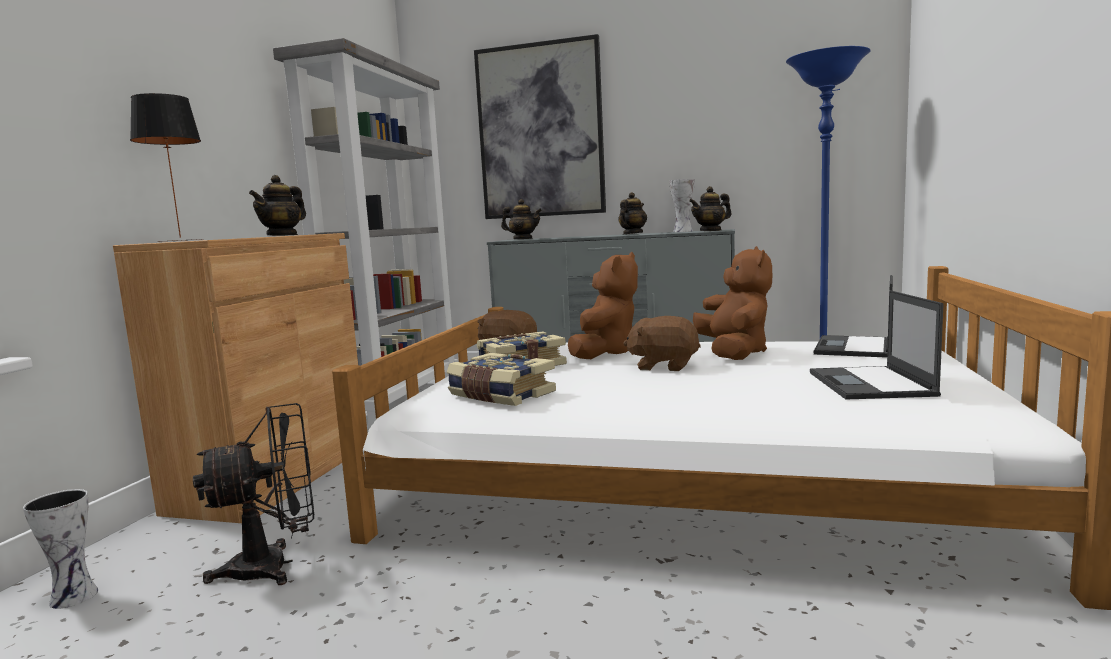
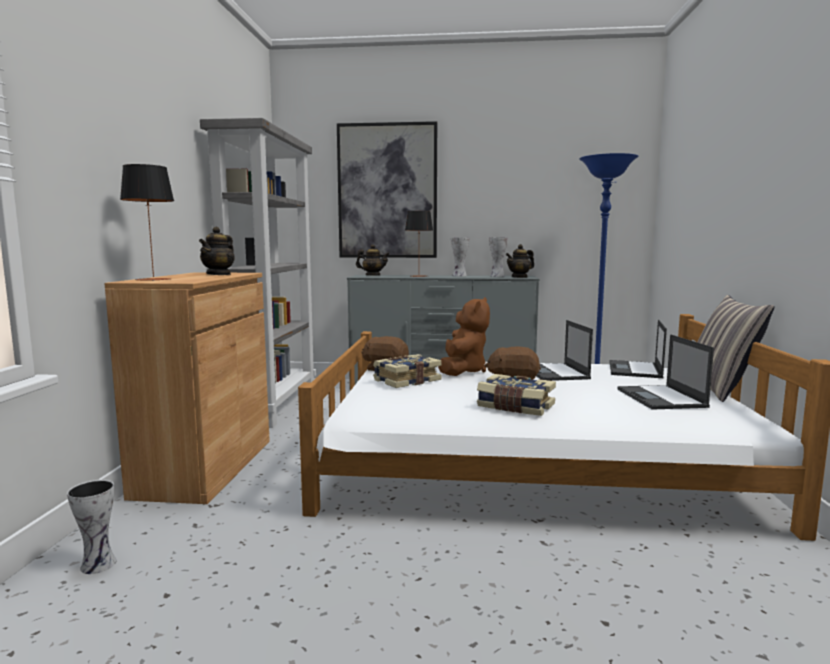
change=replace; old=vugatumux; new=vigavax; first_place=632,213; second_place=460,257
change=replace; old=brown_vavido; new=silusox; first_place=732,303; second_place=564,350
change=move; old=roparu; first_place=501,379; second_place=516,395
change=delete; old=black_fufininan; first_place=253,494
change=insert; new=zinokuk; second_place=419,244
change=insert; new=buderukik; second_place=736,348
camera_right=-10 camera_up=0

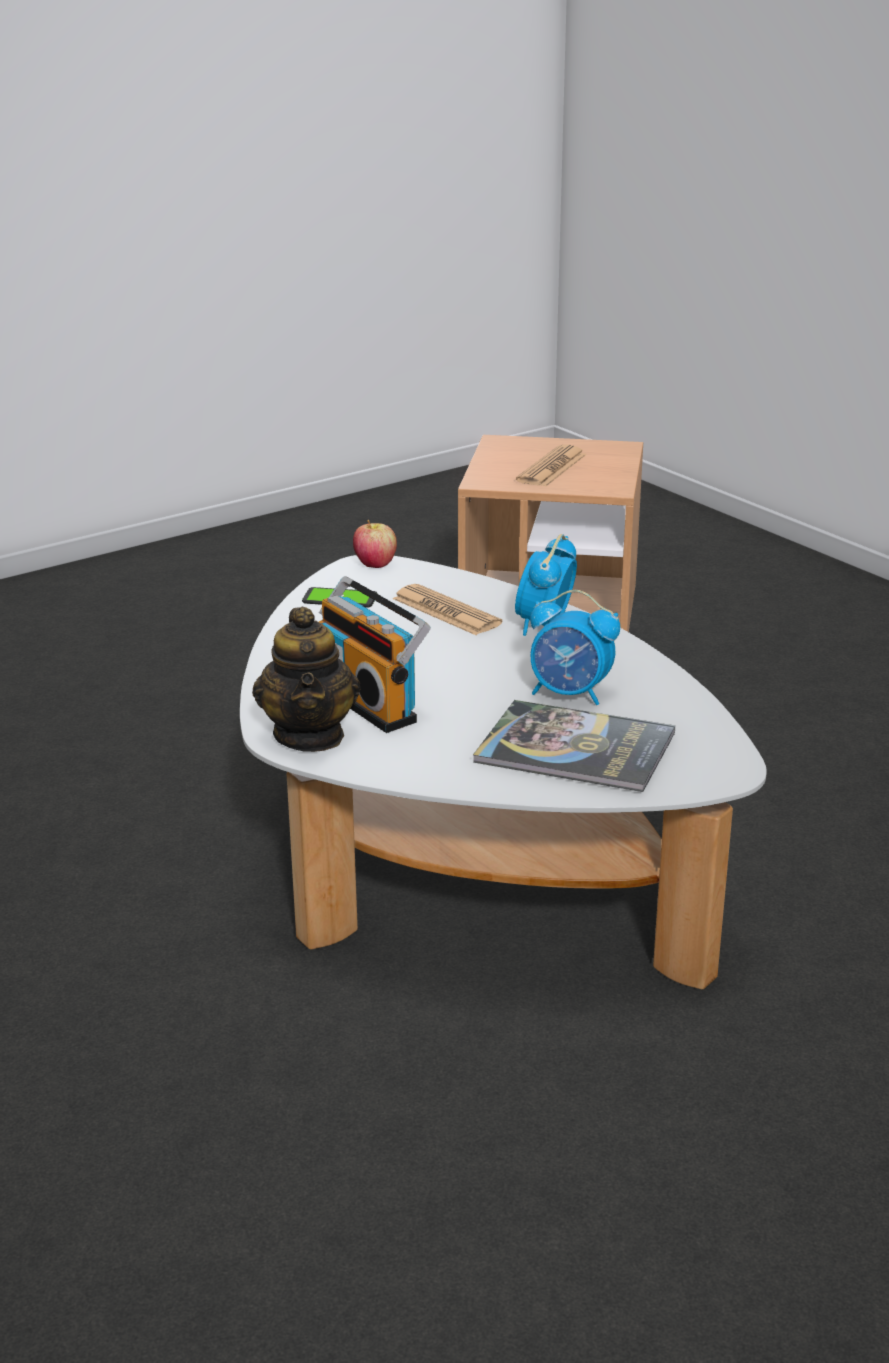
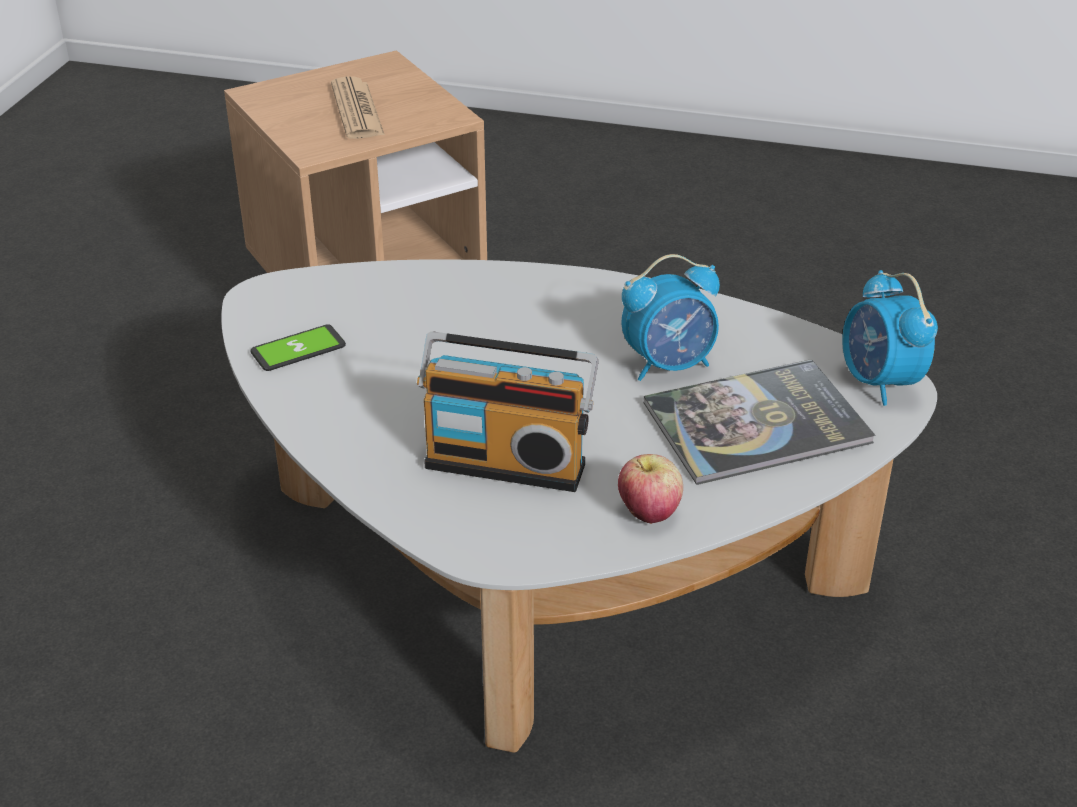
change=move; old=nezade; first_place=375,544; second_place=650,489
change=move; old=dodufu; first_place=546,585; second_place=890,338
change=delete; old=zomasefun; first_place=447,609
change=delete; old=vugatumux; first_place=306,679
camera_right=-40 camera_up=10

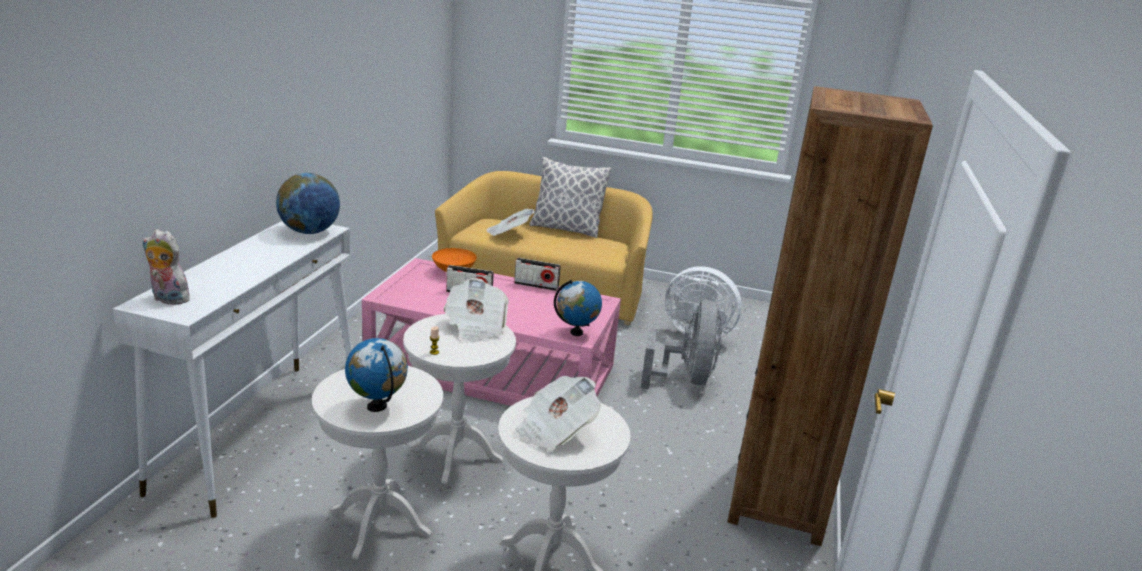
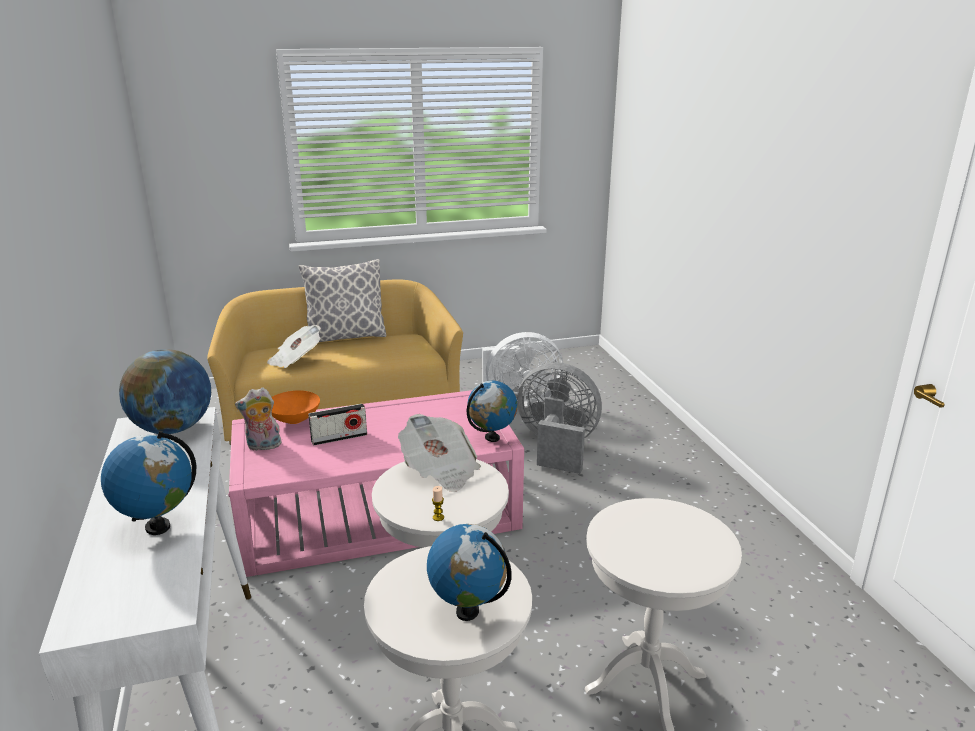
change=delete; old=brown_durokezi; first_place=830,316
change=move; old=vavido; first_place=166,267; second_place=259,419
change=delete; old=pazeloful; first_place=537,274
change=rotate; old=grey_fufininan; first_place=681,344; second_place=559,418; degrees=-45
change=delete; old=zomasefun; first_place=557,413
change=insert; new=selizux; second_place=148,483
camera_right=-30 camera_up=0

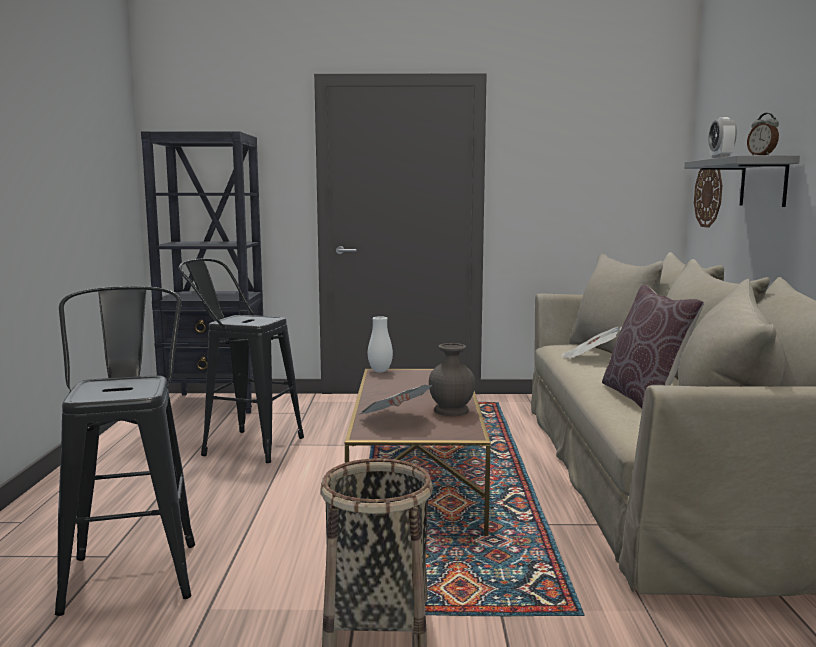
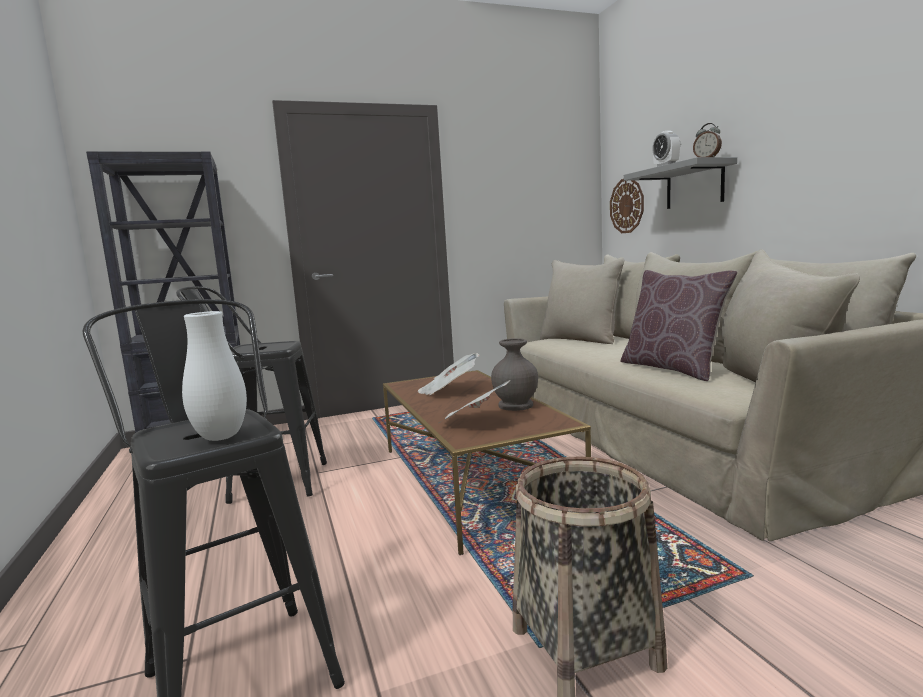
change=move; old=white_vigavax; first_place=380,344; second_place=214,376
change=move; old=zomasefun; first_place=591,343; second_place=449,374
camera_right=-20 camera_up=0

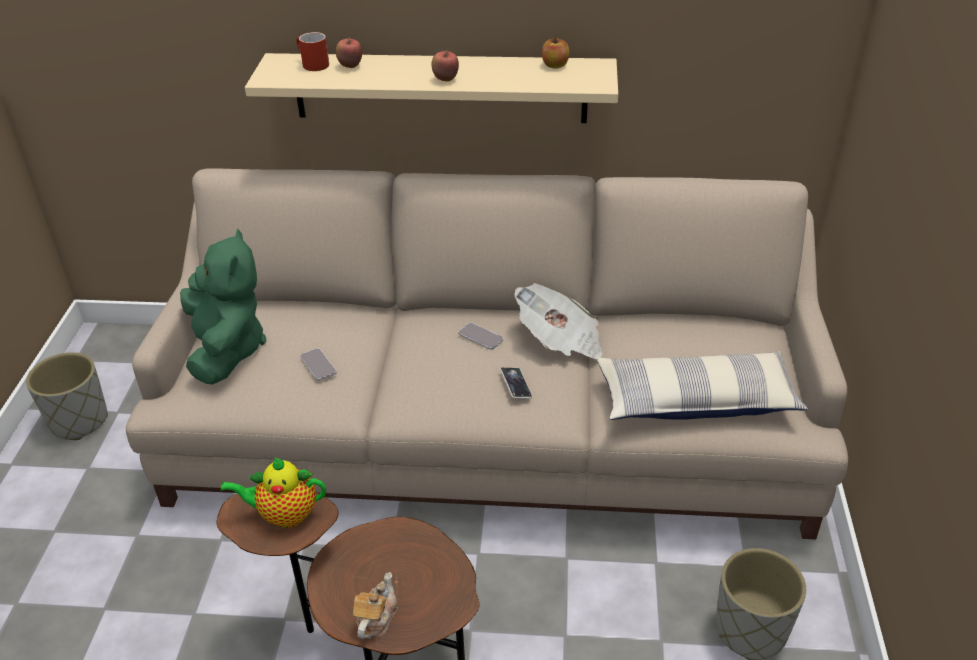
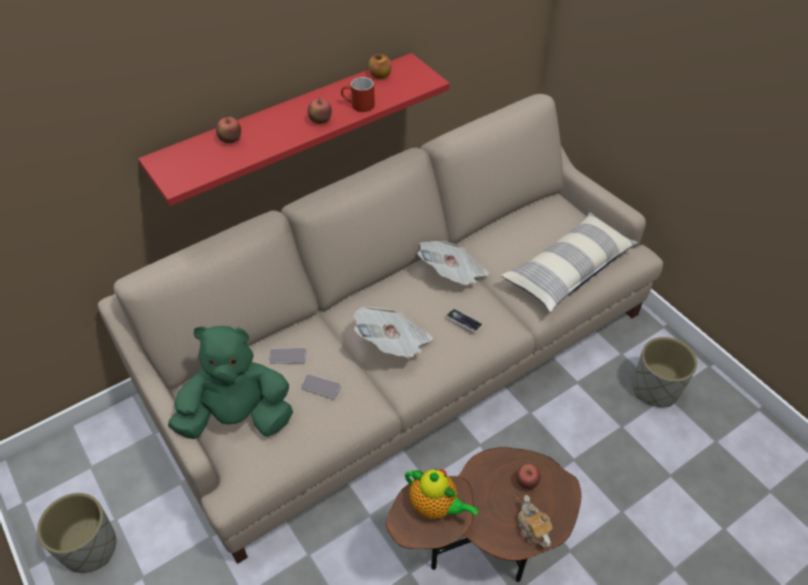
change=move; old=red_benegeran; first_place=312,51; second_place=358,94
change=recolor; old=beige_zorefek; new=red_zorefek; first_place=431,88; second_place=294,129
change=rotate; old=green_vavido; first_place=223,306; second_place=230,382; degrees=-45
change=move; old=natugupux; first_place=481,336; second_place=287,356
change=rotate; old=vugatumux; first_place=273,492; second_place=442,494; degrees=-105
change=insert; new=zomasefun; second_place=393,332
change=insert; new=nezade; second_place=528,476
camera_right=-40 camera_up=10

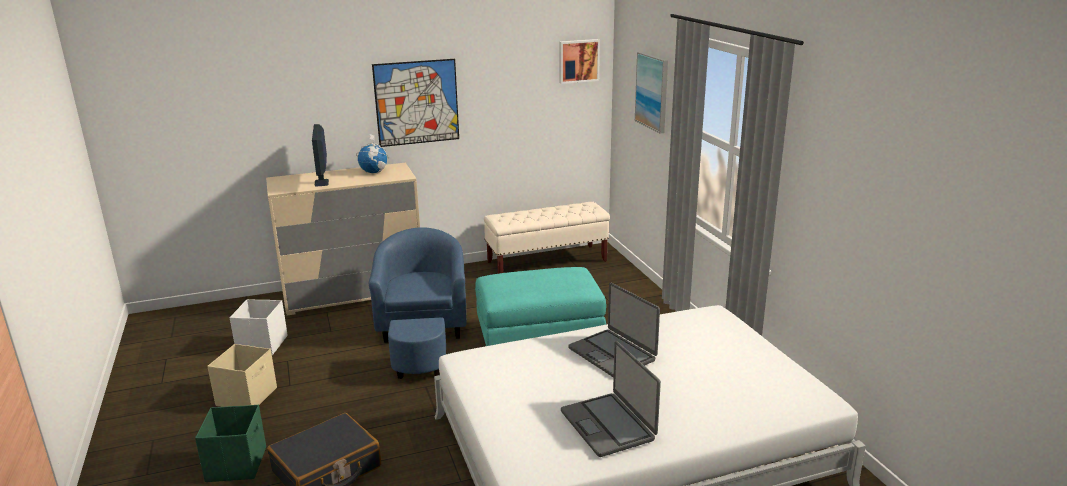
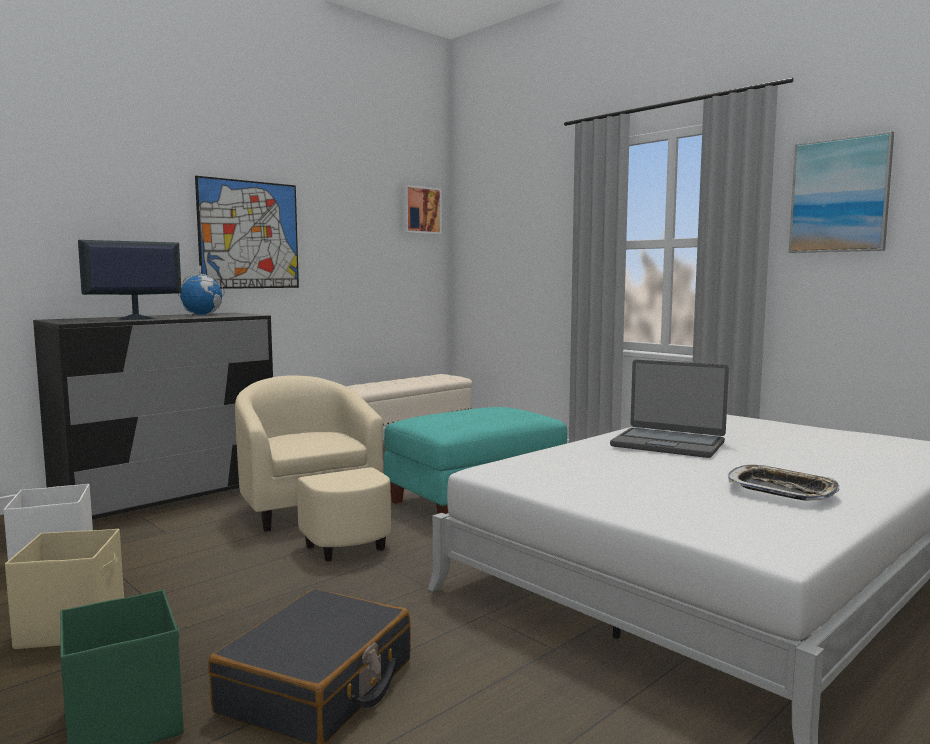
change=move; old=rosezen; first_place=651,92; second_place=841,192
change=rotate; old=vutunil; first_place=320,155; second_place=130,280; degrees=90
change=recolor; old=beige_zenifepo; new=black_zenifepo; first_place=343,239; second_place=153,416
change=recolor; old=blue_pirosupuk; new=beige_pirosupuk; first_place=417,303; second_place=313,468
change=replace; old=silusox; new=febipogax; first_place=611,399; second_place=784,483
camera_right=-25 camera_up=-15

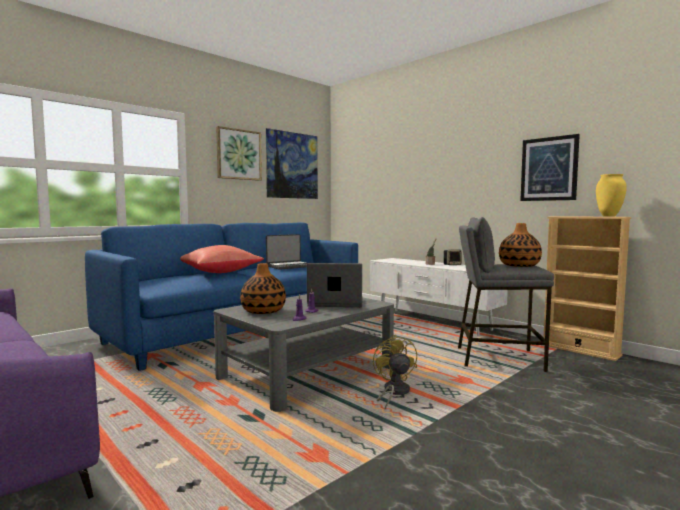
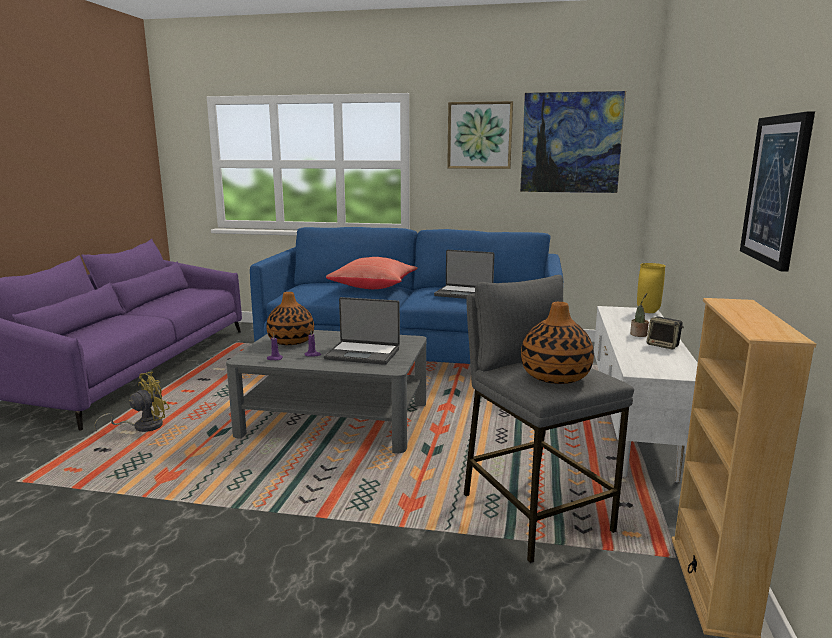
change=move; old=yellow_vigavax; first_place=611,195; second_place=651,288
change=rotate; old=silusox; first_place=335,285; second_place=362,331; degrees=135
change=move; old=yellow_fufininan; first_place=395,371; second_place=132,402
camera_right=55 camera_up=10

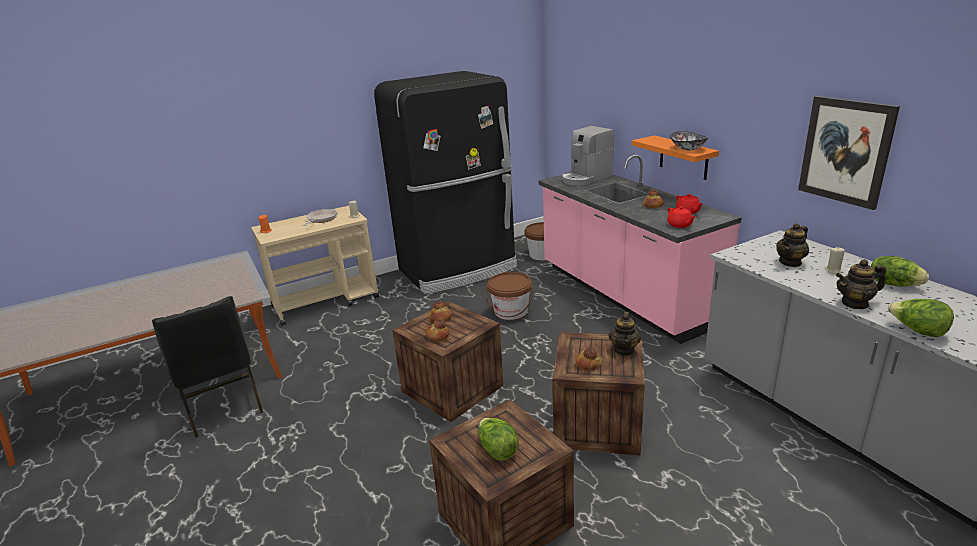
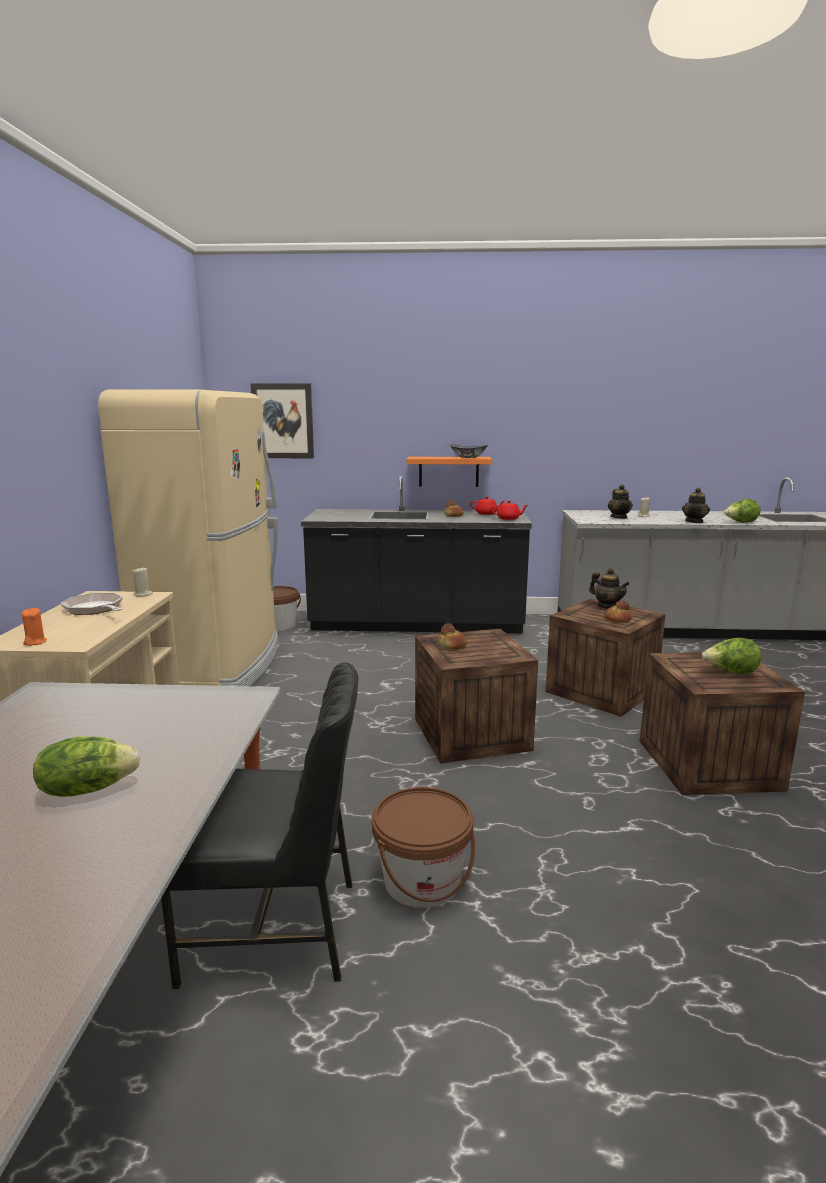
change=recolor; old=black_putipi; new=beige_putipi; first_place=445,182; second_place=188,537
change=move; old=rosezen; first_place=849,153; second_place=282,420
change=delete; old=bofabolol; first_place=588,156
change=recolor; old=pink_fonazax; new=black_fonazax; first_place=640,249; second_place=416,554
change=move; old=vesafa; first_place=900,271; second_place=86,767
change=move; old=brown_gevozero; first_place=508,296; second_place=423,847
change=delete; old=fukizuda; first_place=437,330
camera_right=-60 camera_up=-10

